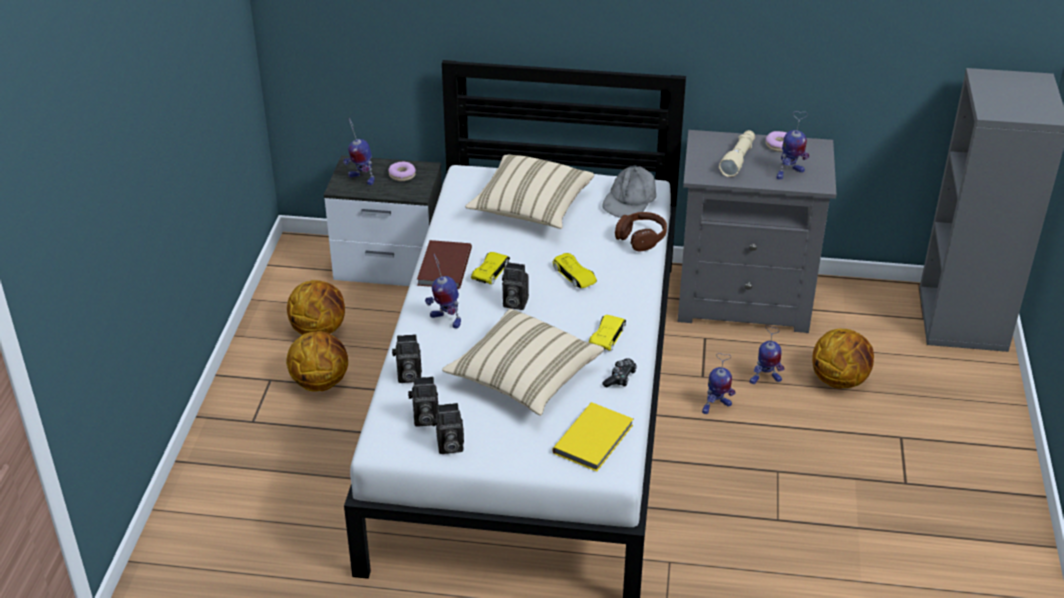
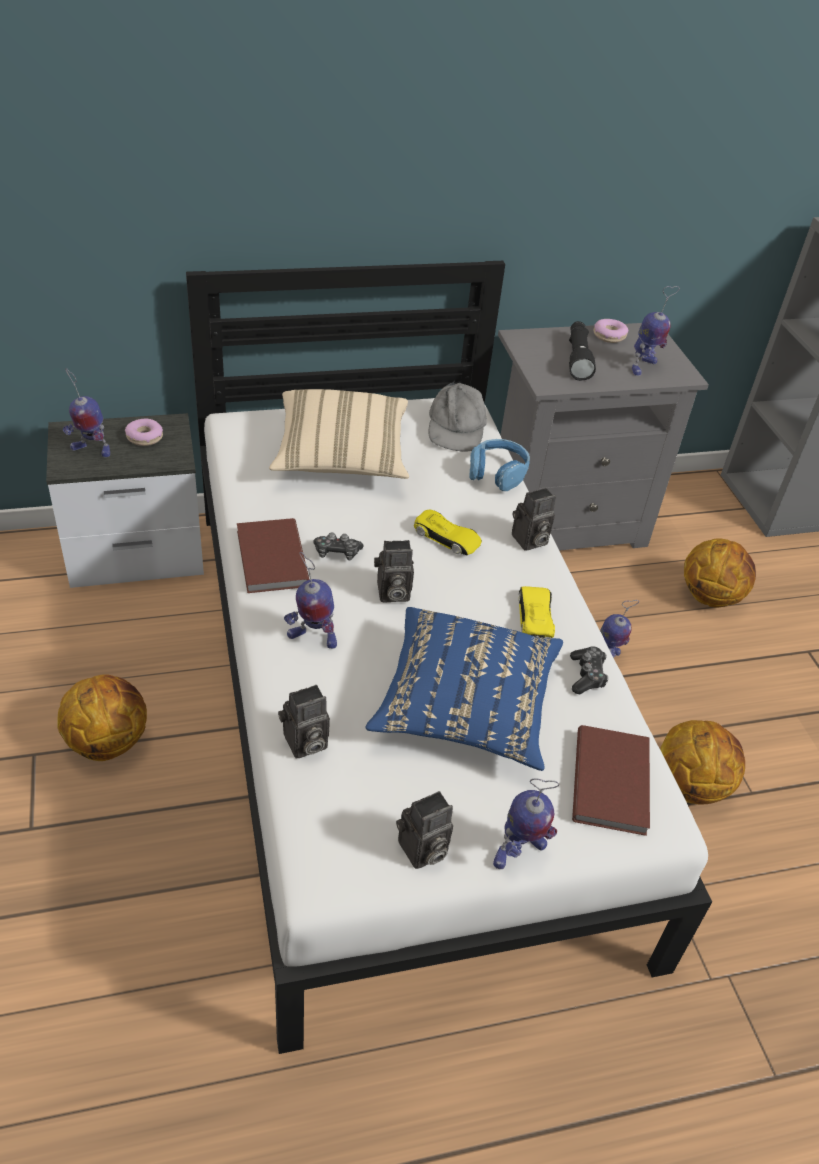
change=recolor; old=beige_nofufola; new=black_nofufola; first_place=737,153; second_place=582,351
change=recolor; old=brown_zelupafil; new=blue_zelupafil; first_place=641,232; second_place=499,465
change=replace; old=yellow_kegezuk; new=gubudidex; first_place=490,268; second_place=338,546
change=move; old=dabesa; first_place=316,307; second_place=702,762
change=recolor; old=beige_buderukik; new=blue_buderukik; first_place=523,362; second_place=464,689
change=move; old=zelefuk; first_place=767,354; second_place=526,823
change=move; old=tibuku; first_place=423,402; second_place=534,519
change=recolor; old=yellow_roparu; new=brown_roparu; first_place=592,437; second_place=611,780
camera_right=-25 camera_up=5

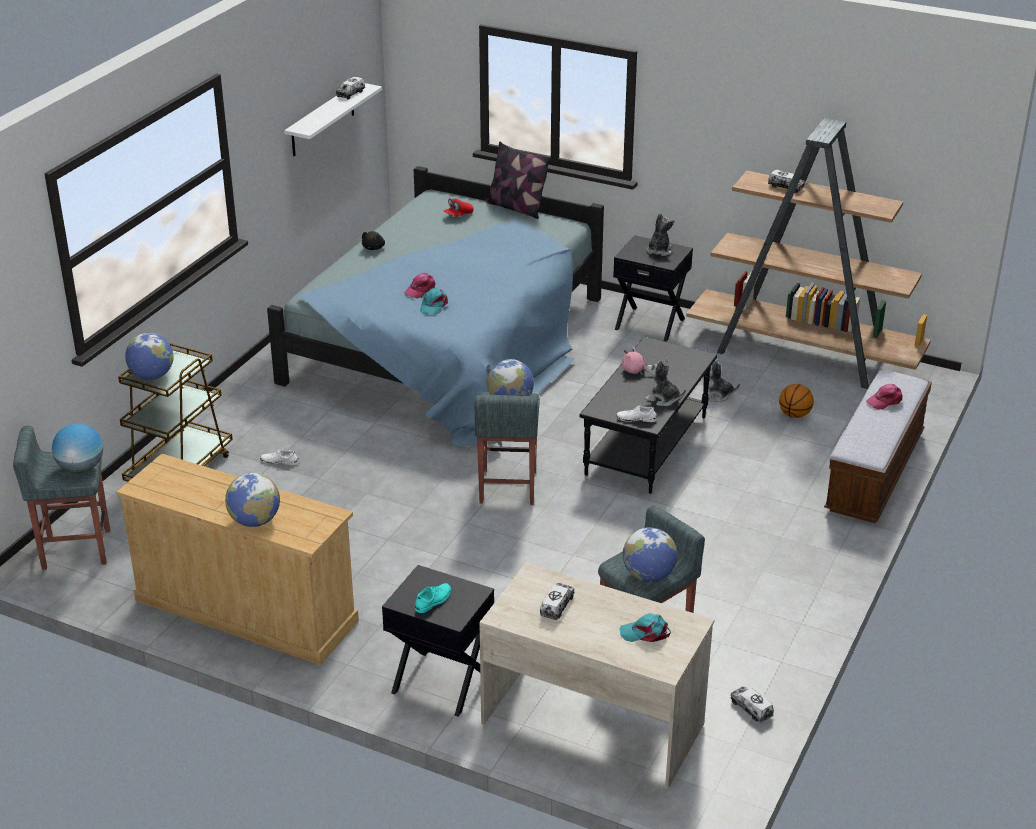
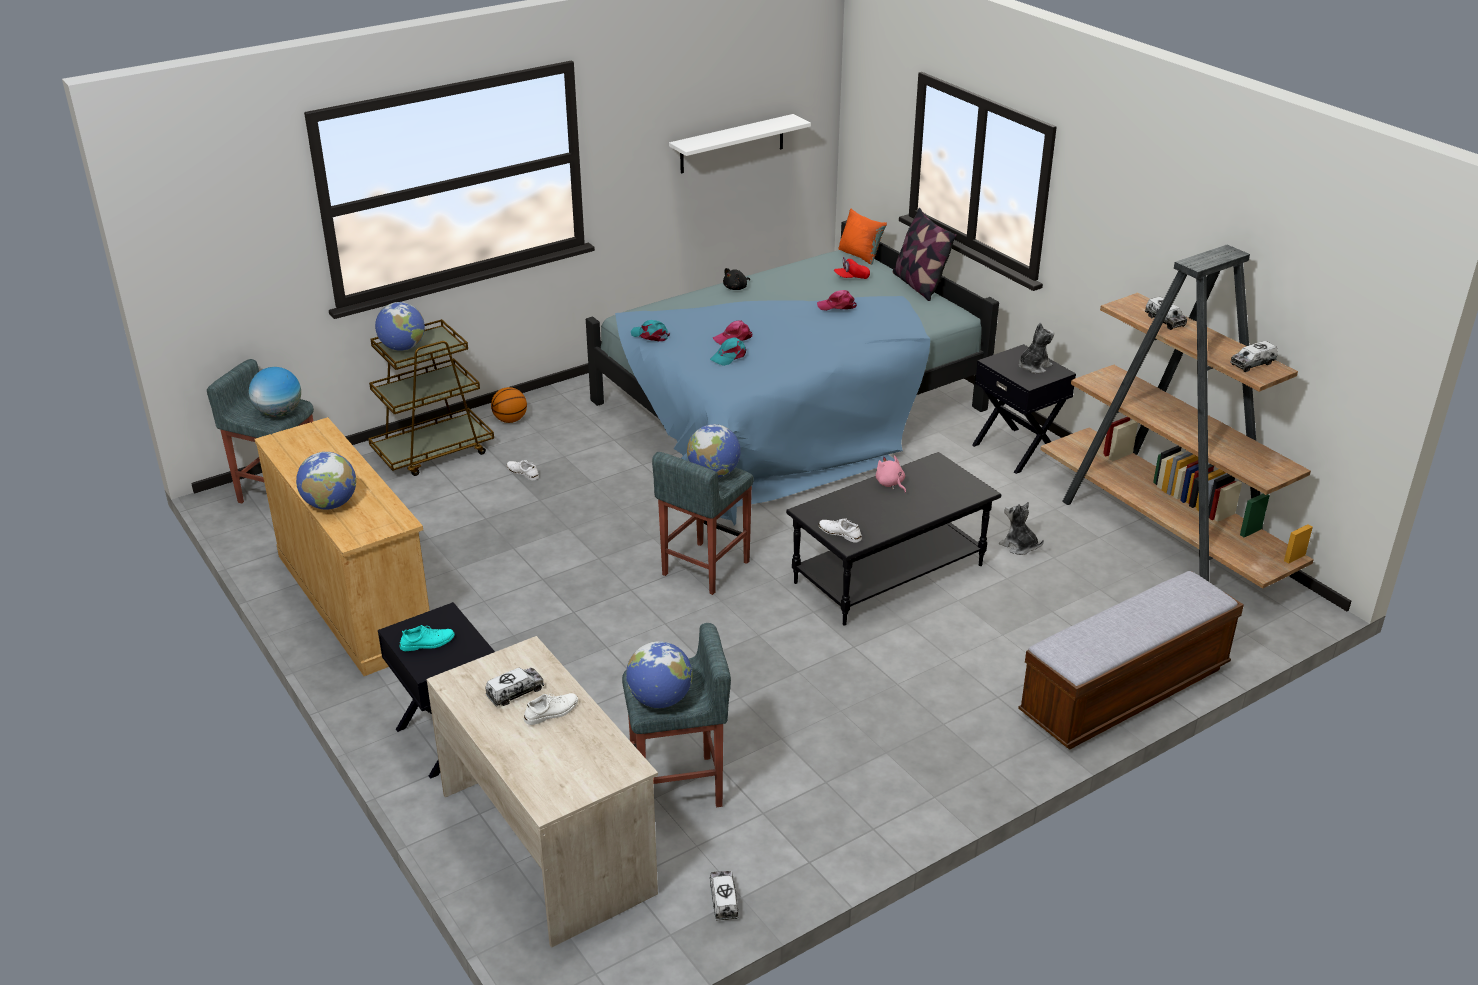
change=move; old=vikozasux; first_place=350,88; second_place=1254,356
change=delete; old=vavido; first_place=665,382
change=move; old=dabesa; first_place=796,401; second_place=509,405
change=move; old=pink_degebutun; first_place=884,397; second_place=837,300
change=move; old=turquoise_degebutun; first_place=645,627; second_place=650,330
change=insert; new=orange_buderukik; second_place=862,236
change=insert; new=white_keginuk; second_place=551,709
camera_right=30 camera_up=0

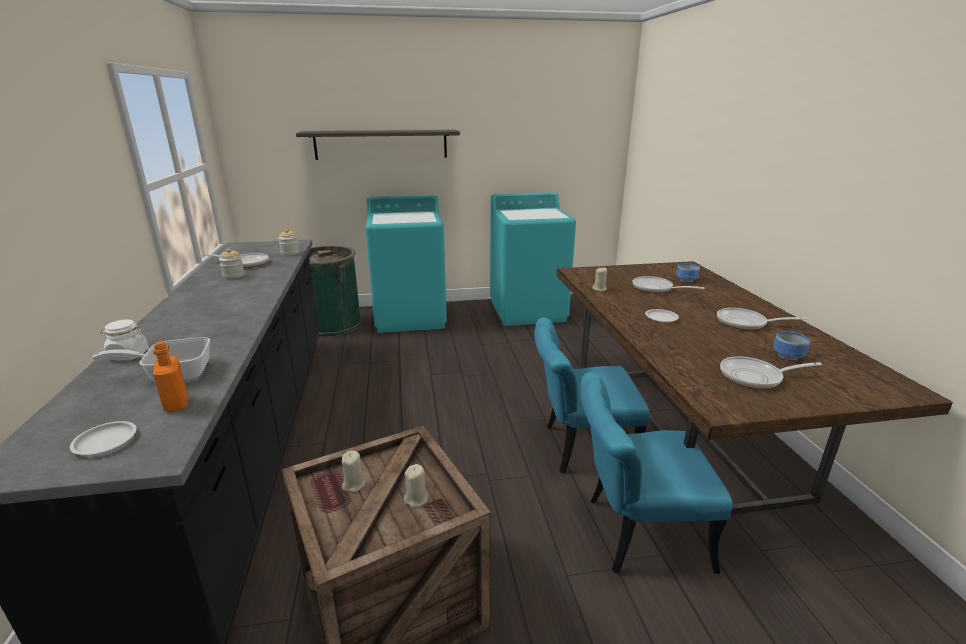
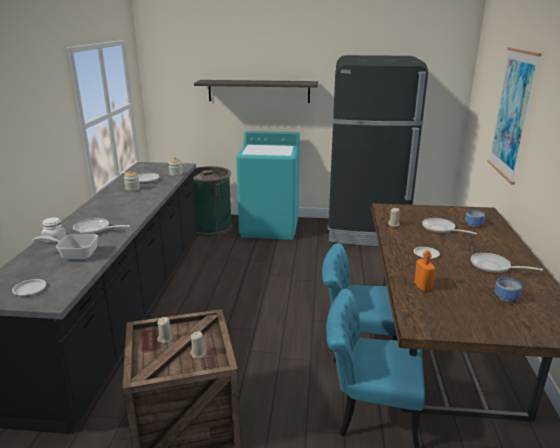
change=replace; old=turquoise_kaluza; new=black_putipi; first_place=533,259; second_place=378,150
change=move; old=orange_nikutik; first_place=170,376; second_place=425,270
change=move; old=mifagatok; first_place=771,372; second_place=101,226
change=insert; new=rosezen; second_place=514,116
camera_right=15 camera_up=0

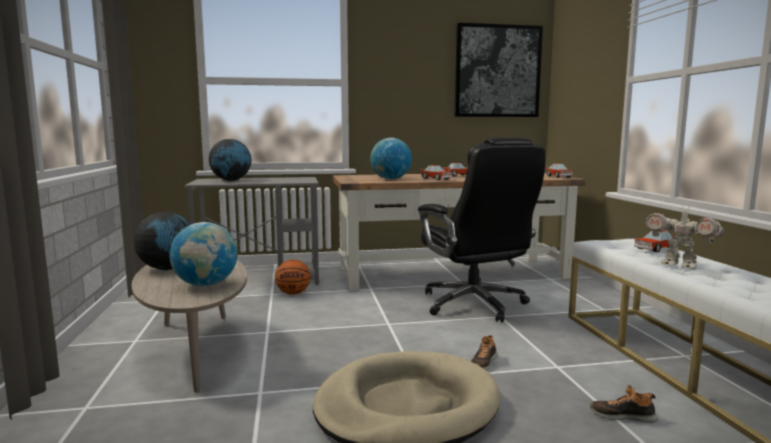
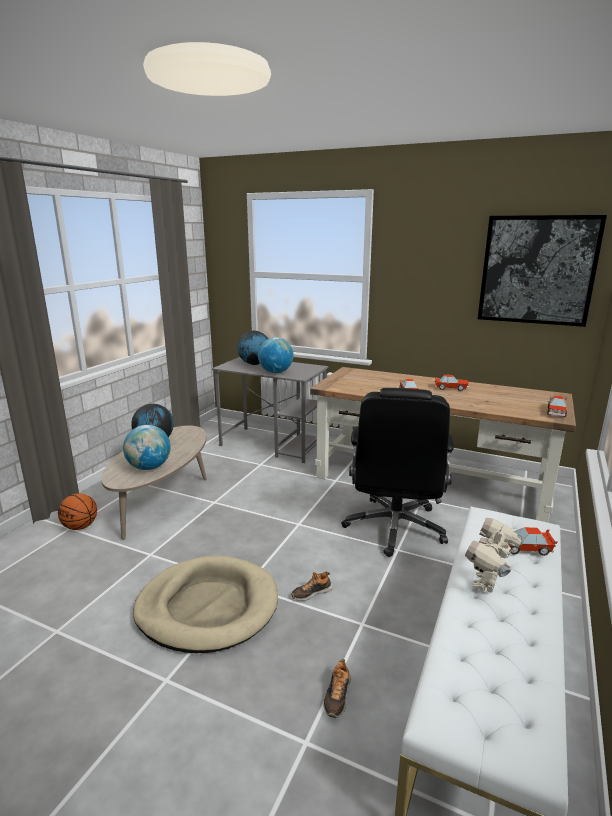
change=move; old=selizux; first_place=391,159; second_place=276,355
change=rotate; old=zelefuk; first_place=685,236; second_place=494,555; degrees=45
change=move; old=dabesa; first_place=292,277; second_place=77,511
change=rotate; old=keginuk; first_place=624,404; second_place=337,688; degrees=-120
camera_right=35 camera_up=10

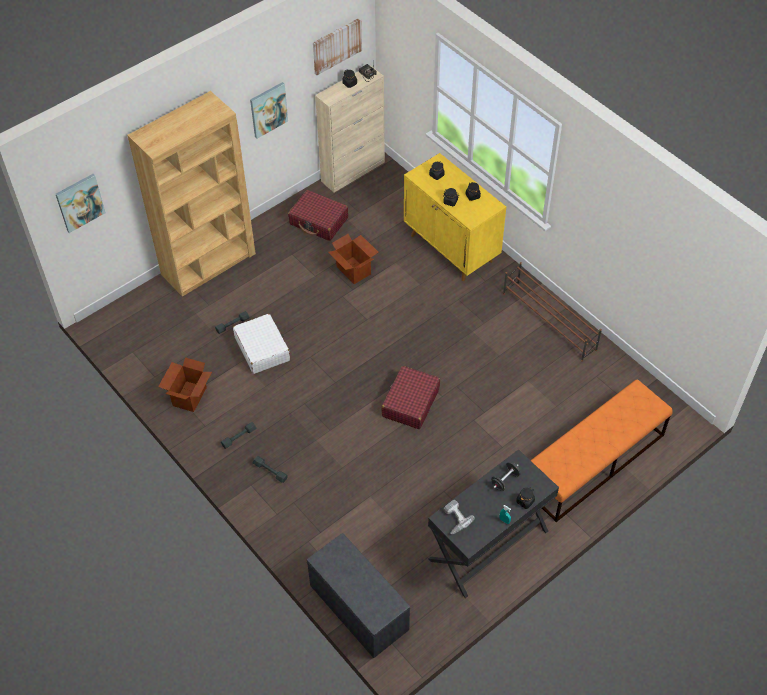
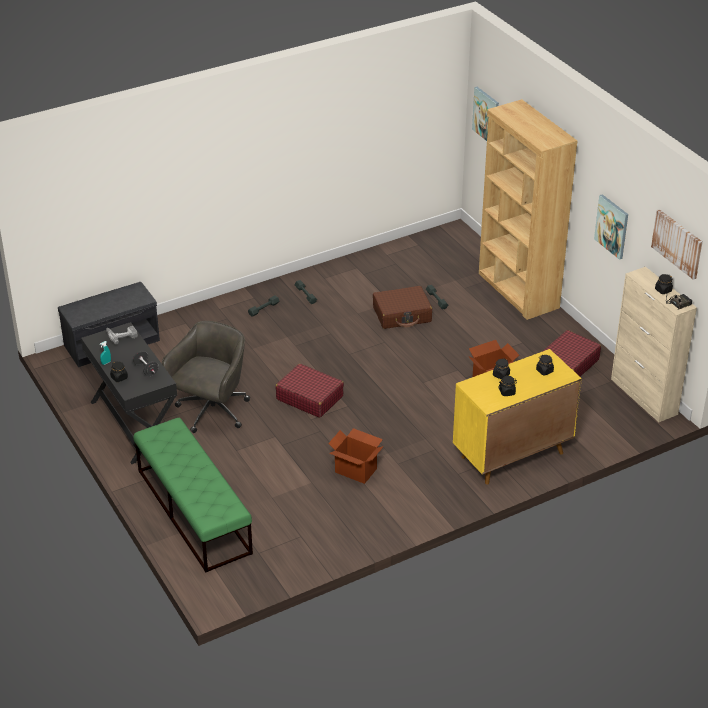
change=delete; old=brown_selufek; first_place=552,312
change=recolor; old=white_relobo; new=brown_relobo; first_place=261,344; second_place=402,307
change=move; old=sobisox; first_place=185,384; second_place=356,456
change=recolor; old=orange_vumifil; new=green_vumifil; first_place=601,450; second_place=193,495
change=insert; new=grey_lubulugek; second_place=206,377
camera_right=100 camera_up=-15

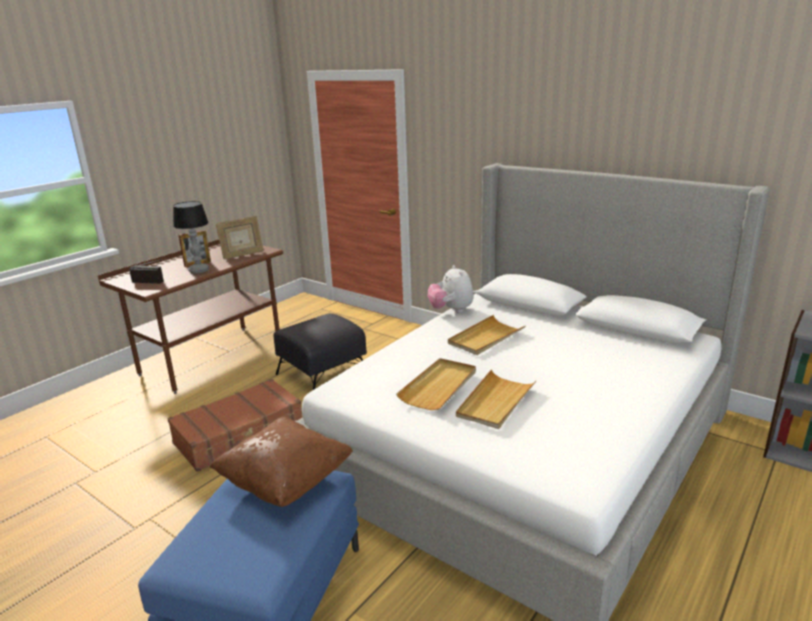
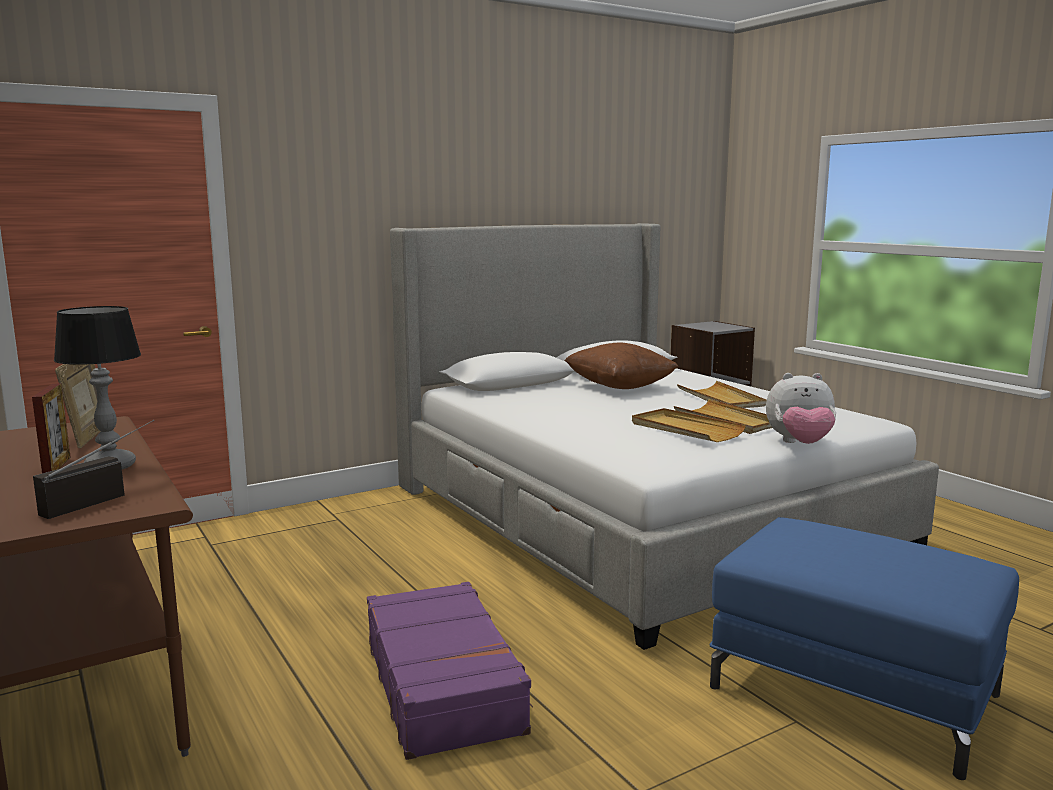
change=move; old=vavido; first_place=450,289; second_place=801,408
change=delete; old=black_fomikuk; first_place=320,351
change=move; old=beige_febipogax; first_place=486,335; second_place=722,394
change=recolor; old=brown_relobo; new=purple_relobo; first_place=235,425; second_place=450,671
change=move; old=brown_buderukik; first_place=281,462; second_place=621,366
camera_right=-70 camera_up=-10

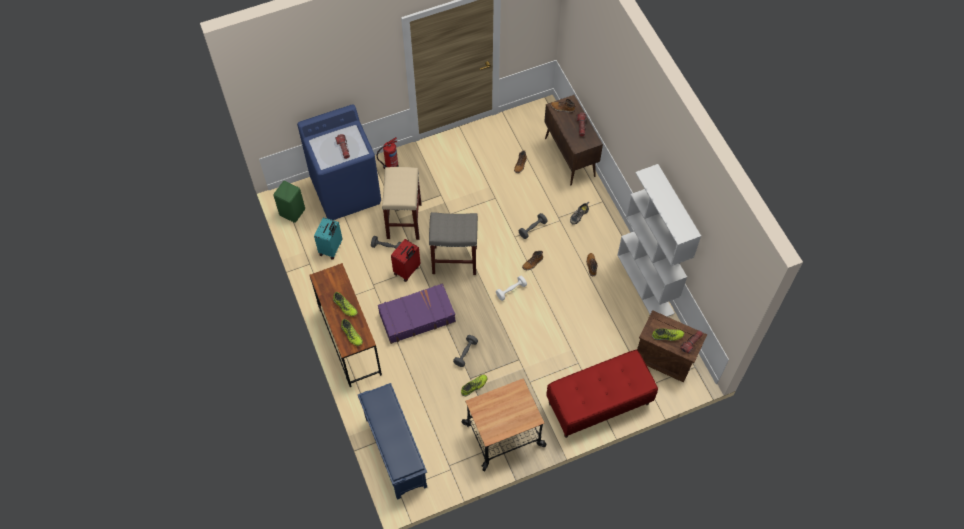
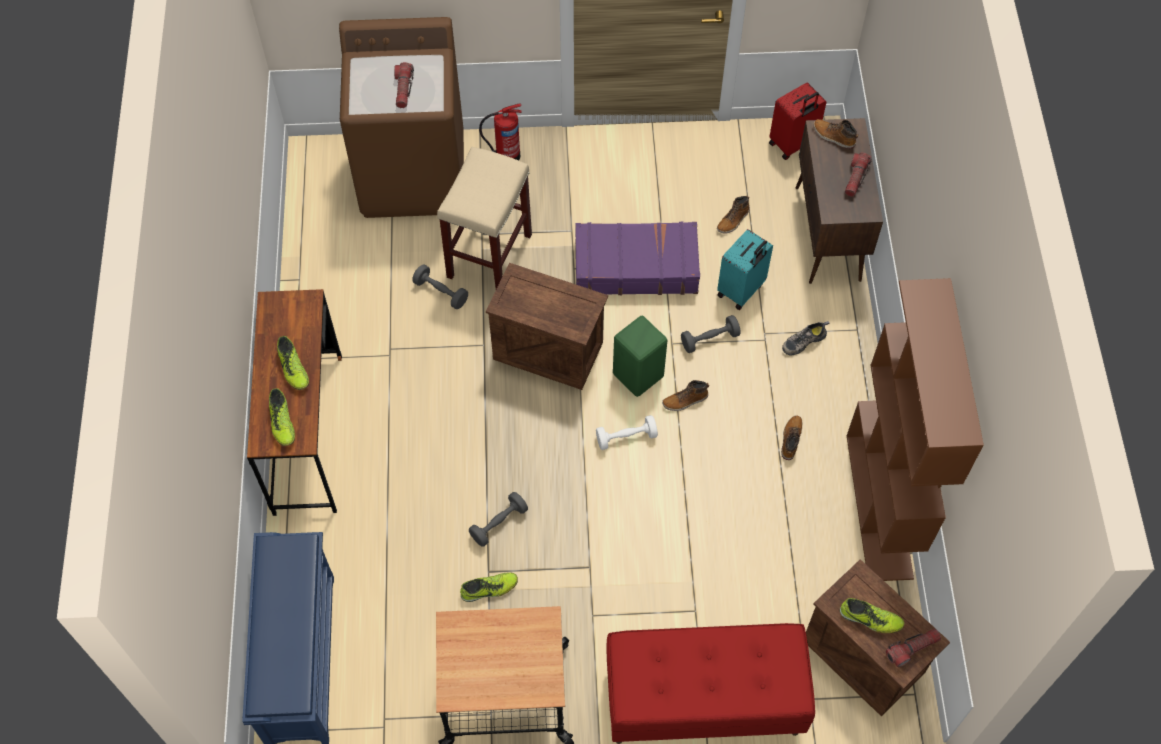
change=recolor; old=blue_kaluza; new=brown_kaluza; first_place=339,162; second_place=401,117
change=recolor; old=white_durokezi; new=brown_durokezi; first_place=659,240; second_place=915,429
change=move; old=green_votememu; first_place=289,202; second_place=640,356
change=replace; old=grey_votememu; new=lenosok; first_place=453,243; second_place=547,326
change=move; old=turquoise_relobo; first_place=328,238; second_place=745,269
change=move; old=red_relobo; first_place=405,260; second_place=797,121
change=move; old=purple_relobo; first_place=417,313; second_place=638,258
camera_right=20 camera_up=0

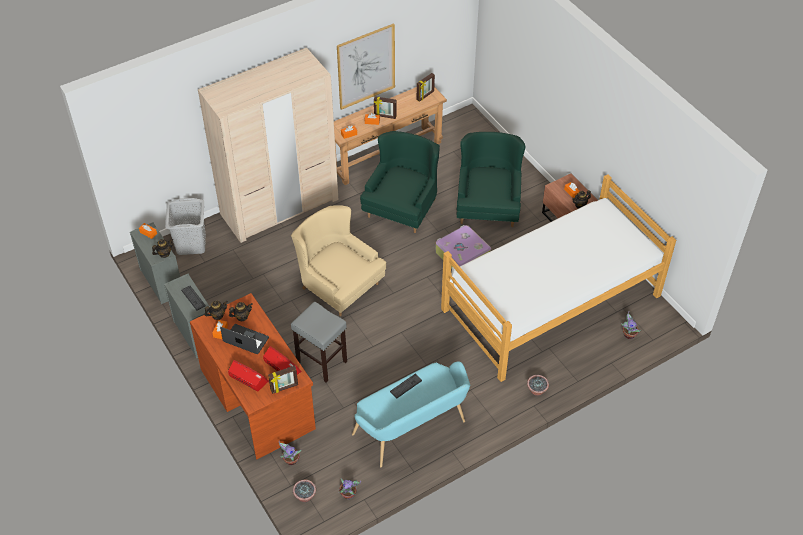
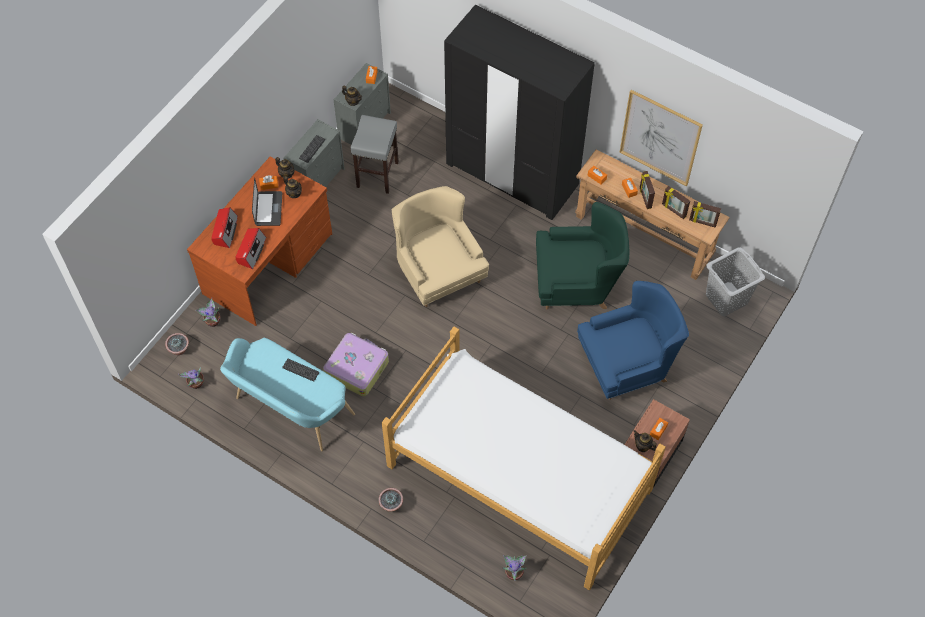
change=recolor; old=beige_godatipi; new=black_godatipi; first_place=268,145; second_place=519,112
change=recolor; old=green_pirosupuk; new=blue_pirosupuk; first_place=491,179; second_place=633,340
change=move; old=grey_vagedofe; first_place=185,226; second_place=735,281
change=rotate; old=beige_pirosupuk; first_place=338,261; second_place=440,246; degrees=-45
change=move; old=relobo; first_place=463,247; second_place=356,365
change=move; old=grey_votememu; first_place=319,342; second_place=375,154
change=move; old=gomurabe; first_place=283,379; second_place=676,202
camera_right=65 camera_up=10

